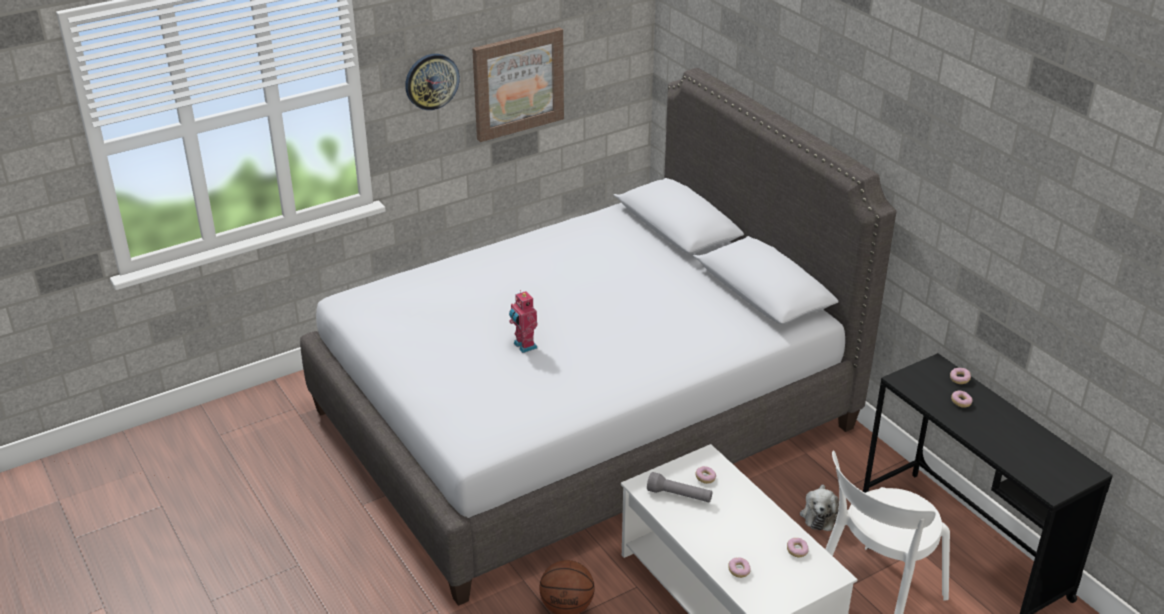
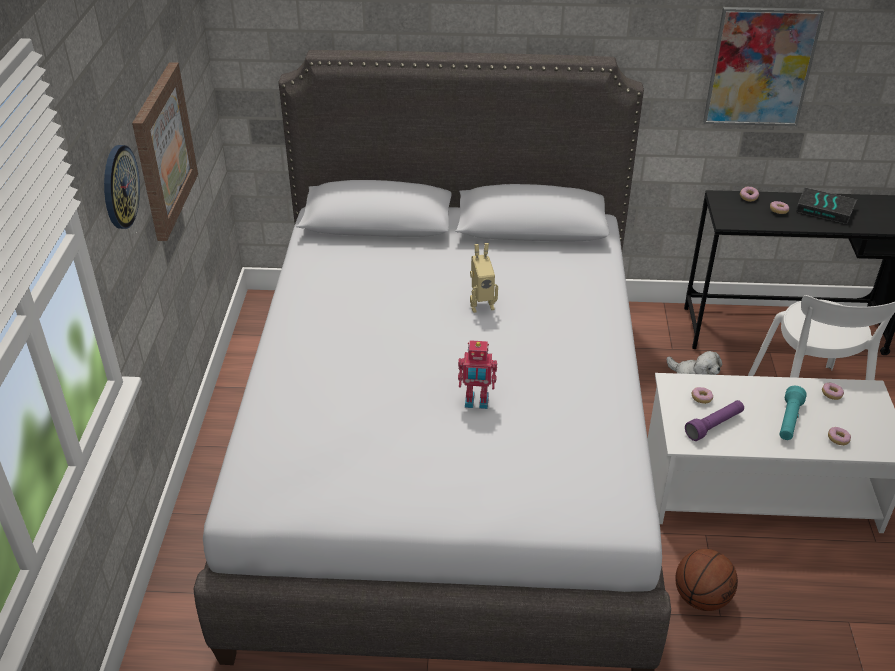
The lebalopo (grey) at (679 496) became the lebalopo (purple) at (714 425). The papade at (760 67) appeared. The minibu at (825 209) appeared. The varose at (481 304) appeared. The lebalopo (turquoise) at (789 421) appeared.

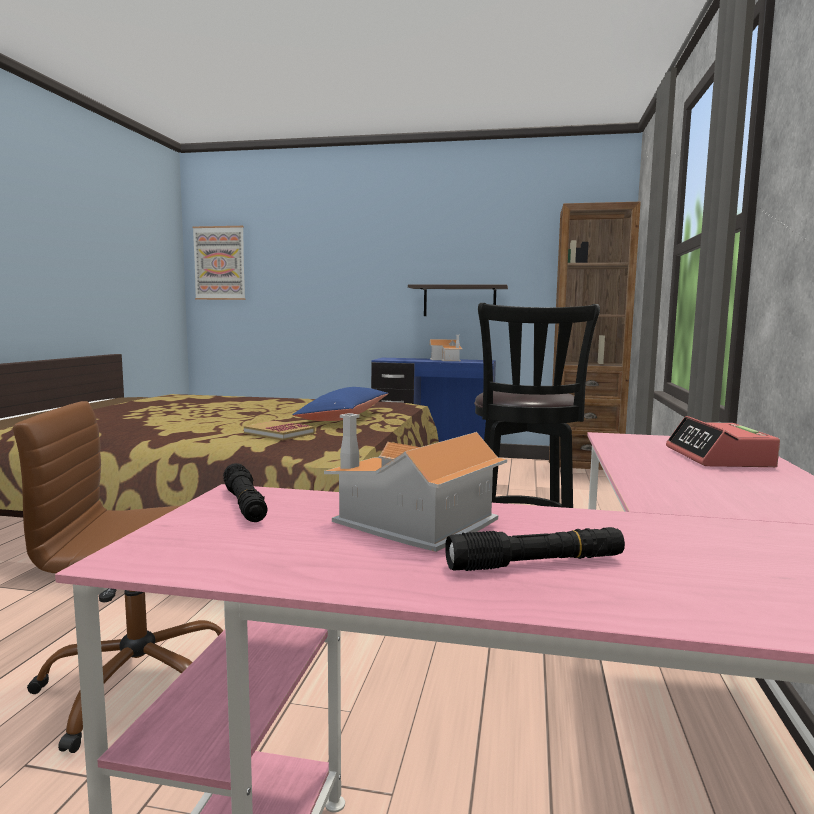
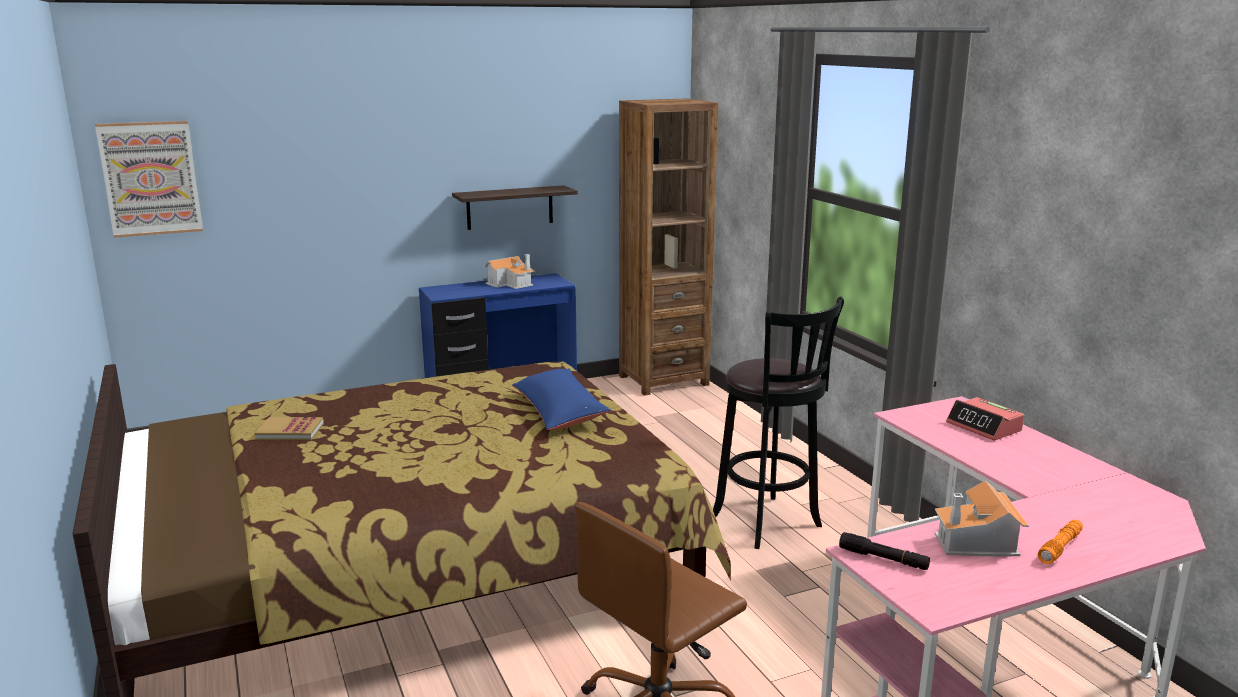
The minibu moved from (279 433) to (290 431). The lebalopo (black) at (536 563) became the lebalopo (orange) at (1060 547).

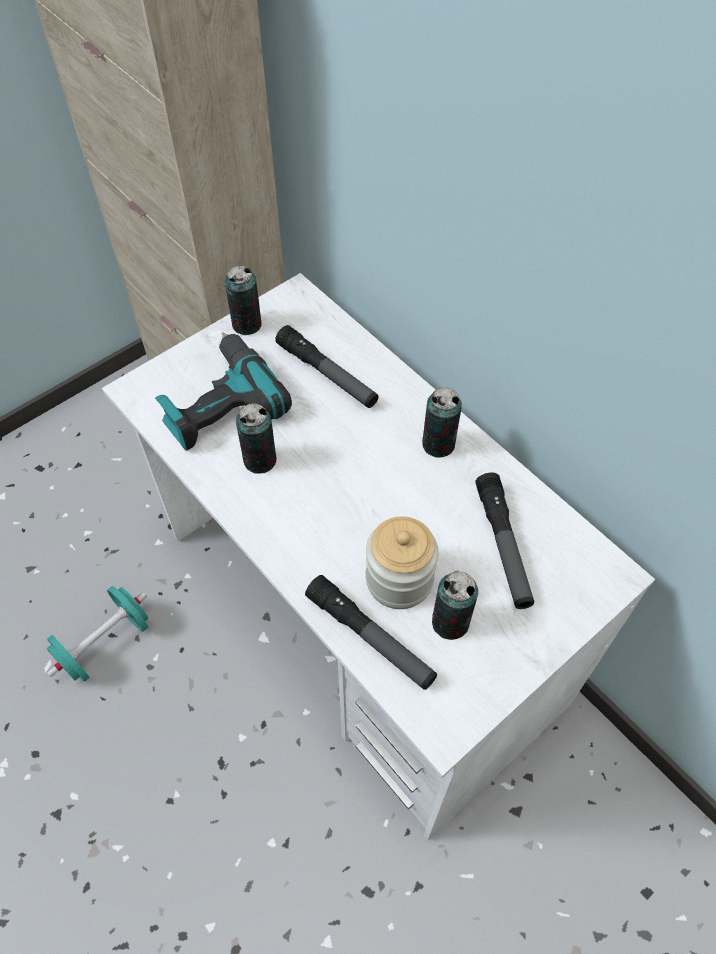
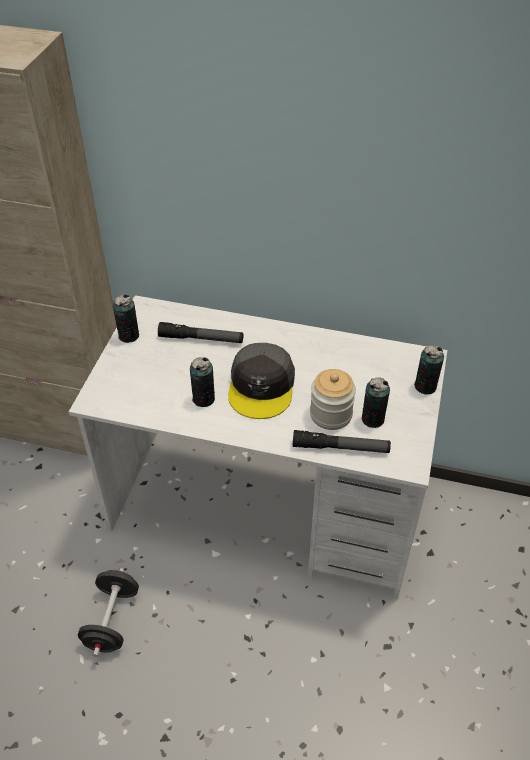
The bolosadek at (219 403) disappeared. The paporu moved from (438 444) to (425 386). The lebalopo at (503 545) disappeared. The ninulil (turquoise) at (105 644) became the ninulil (black) at (112 620). The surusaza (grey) at (262 386) appeared.

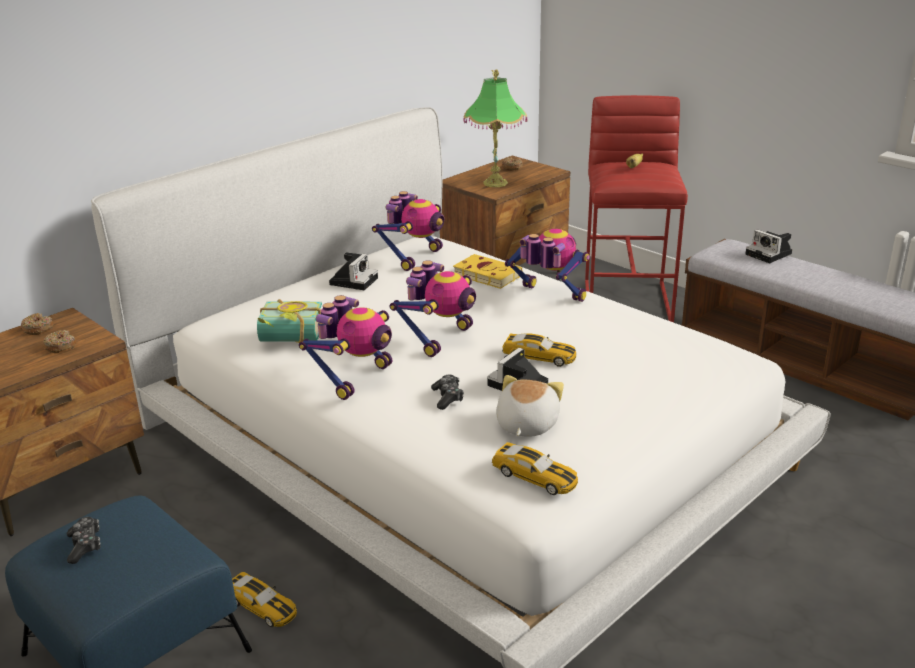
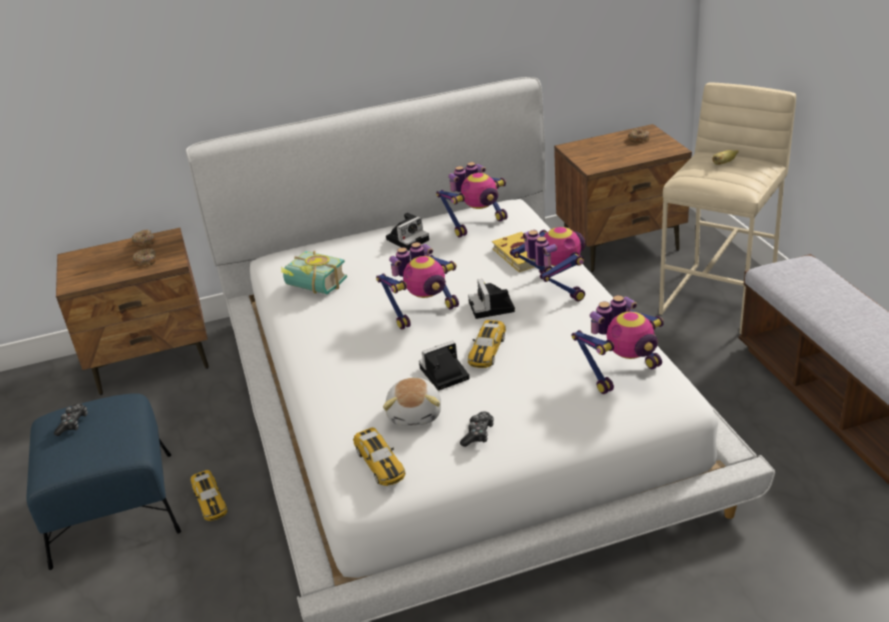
The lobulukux at (495 183) disappeared. The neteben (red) at (628 303) became the neteben (beige) at (719 297). The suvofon moved from (770 254) to (492 308). The varose moved from (356 378) to (622 373). The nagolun at (539 356) turned 60 degrees clockwise. The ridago moved from (447 397) to (478 434). The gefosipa at (525 425) turned 135 degrees clockwise.

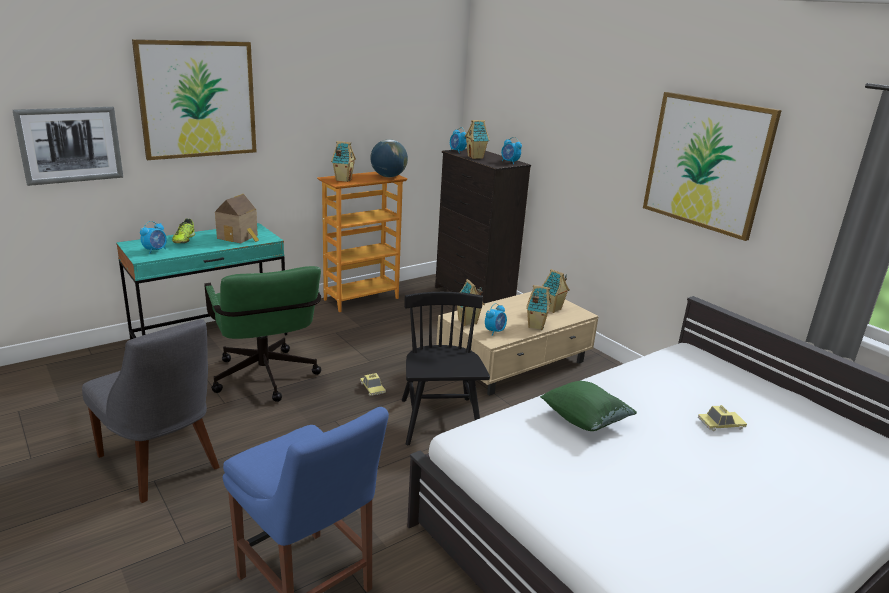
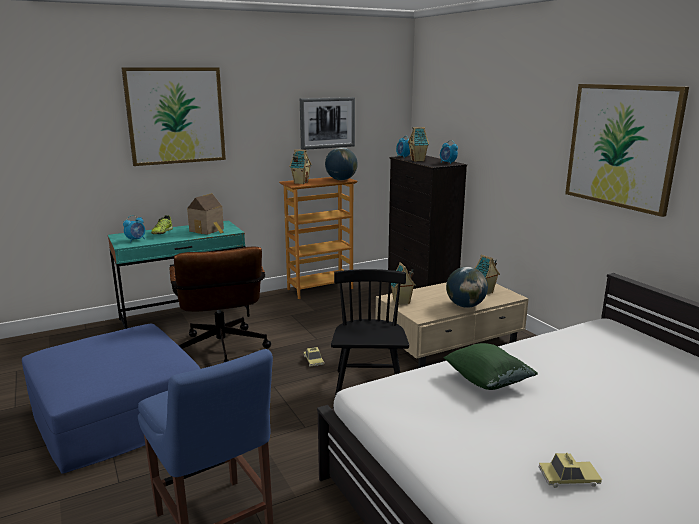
The papade moved from (70 145) to (327 123). The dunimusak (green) at (266 380) became the dunimusak (brown) at (222 352). The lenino at (535 325) was replaced by the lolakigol at (465 305). The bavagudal at (495 331) disappeared. The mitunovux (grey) at (161 464) was replaced by the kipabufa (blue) at (117 416). The nagolun moved from (721 424) to (568 478).

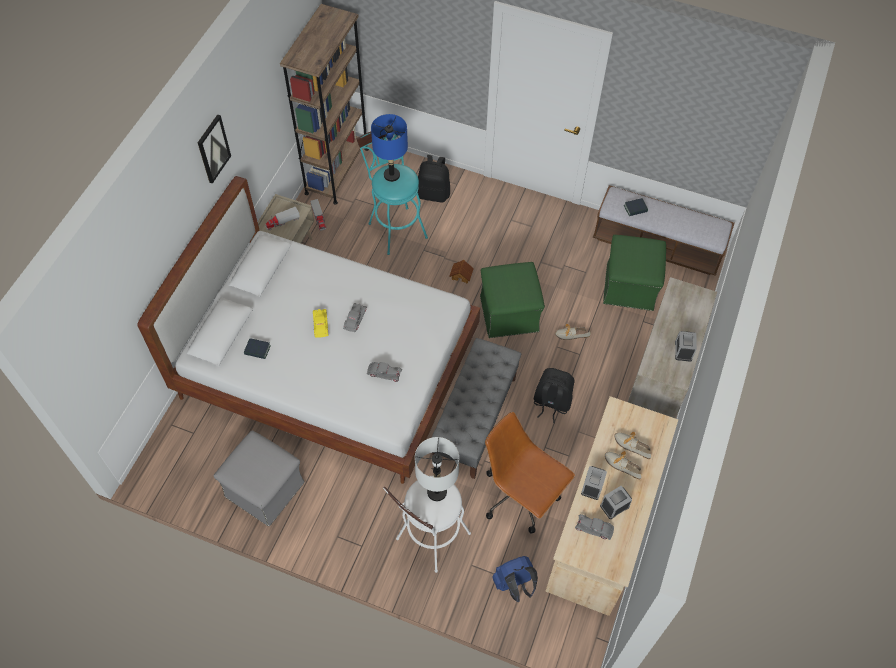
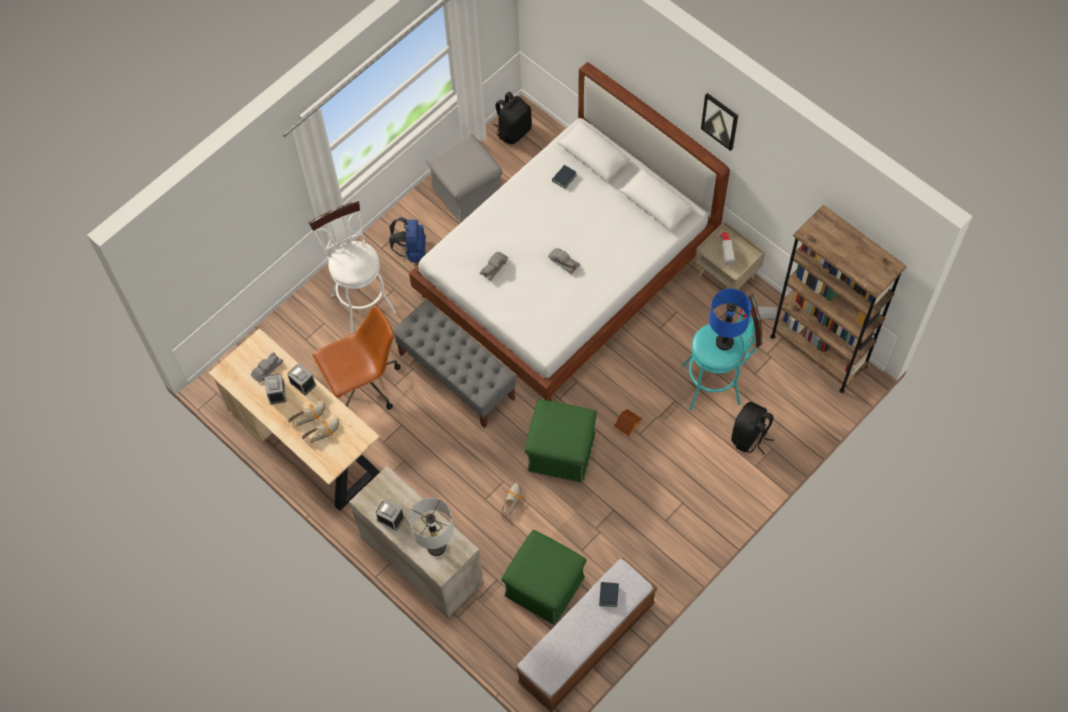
The nagolun (yellow) at (320 324) disappeared. The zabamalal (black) moved from (551 403) to (513 131). The lobulukux (grey) moved from (436 492) to (436 546). The zabamalal (blue) moved from (514 584) to (412 251).

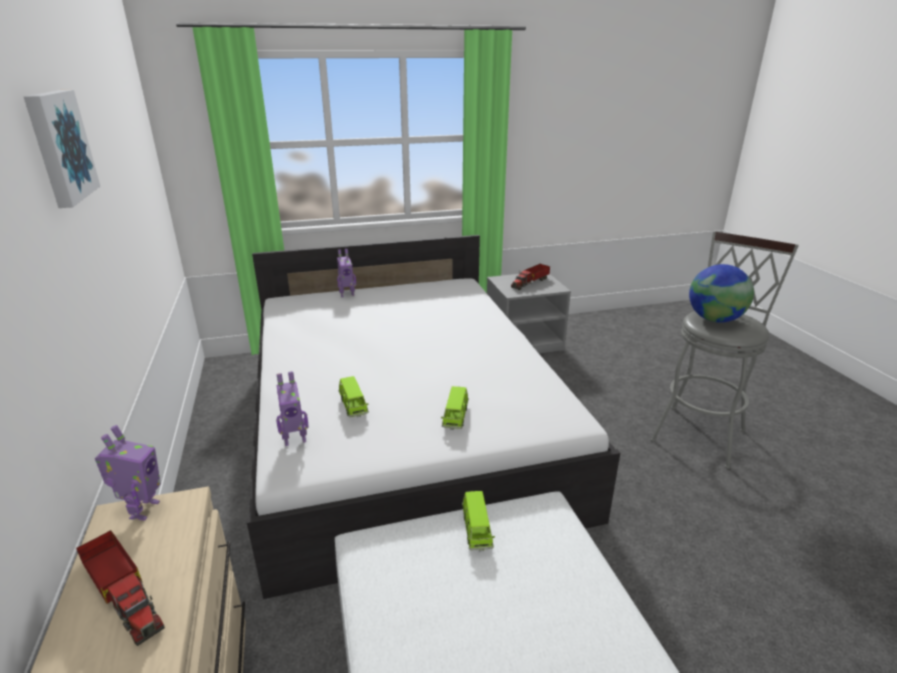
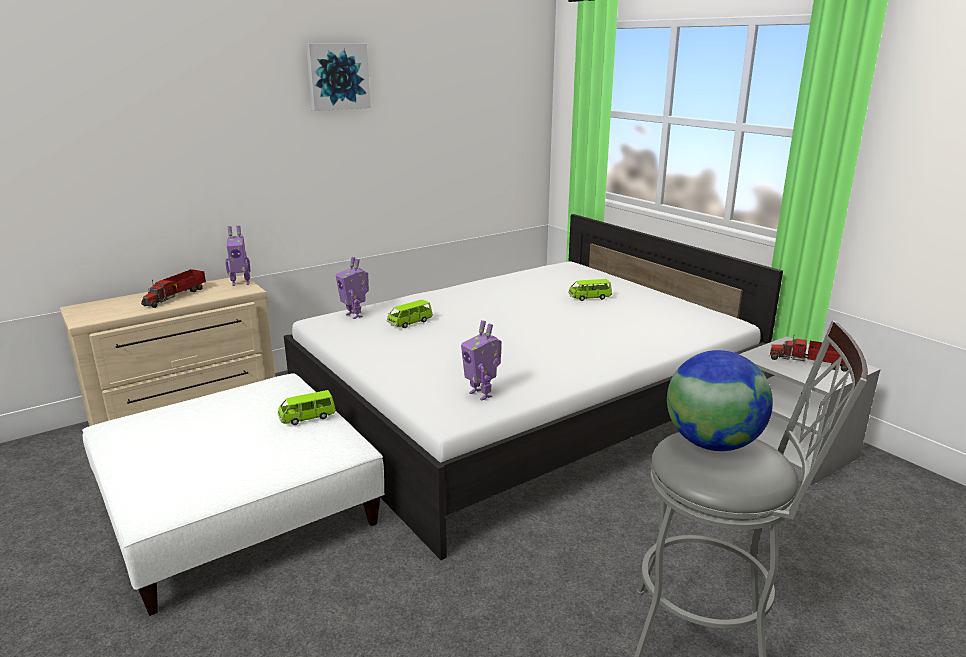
The varose moved from (347 294) to (481 394). The nagolun (green) moved from (455 417) to (589 297).

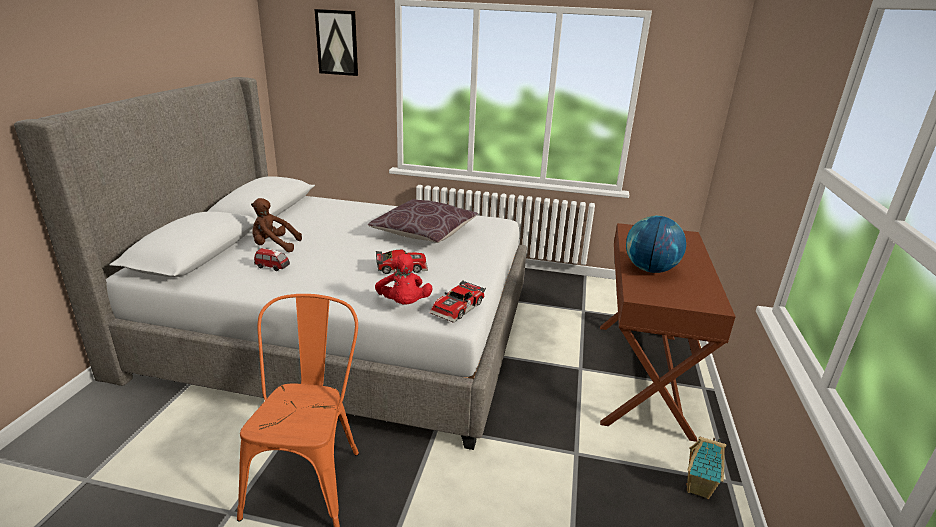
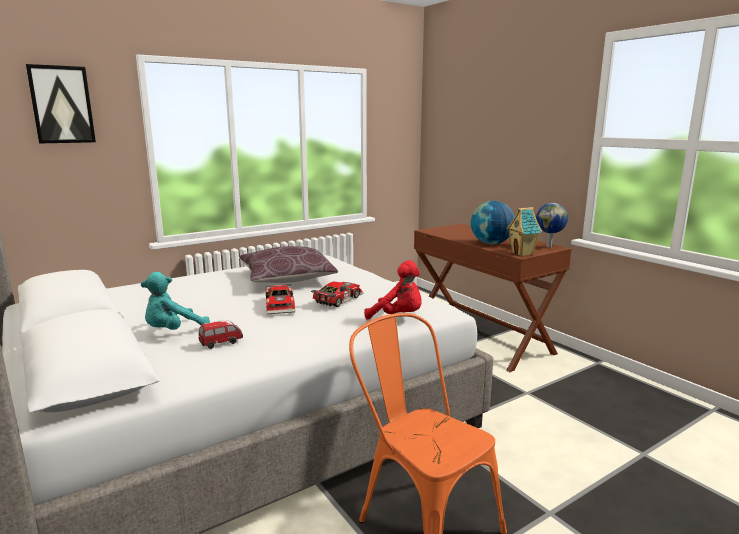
The gefosipa (brown) at (274 246) became the gefosipa (turquoise) at (174 331). The nagolun moved from (459 308) to (281 305). The lenino moved from (699 488) to (522 253). The lolakigol at (549 246) appeared.

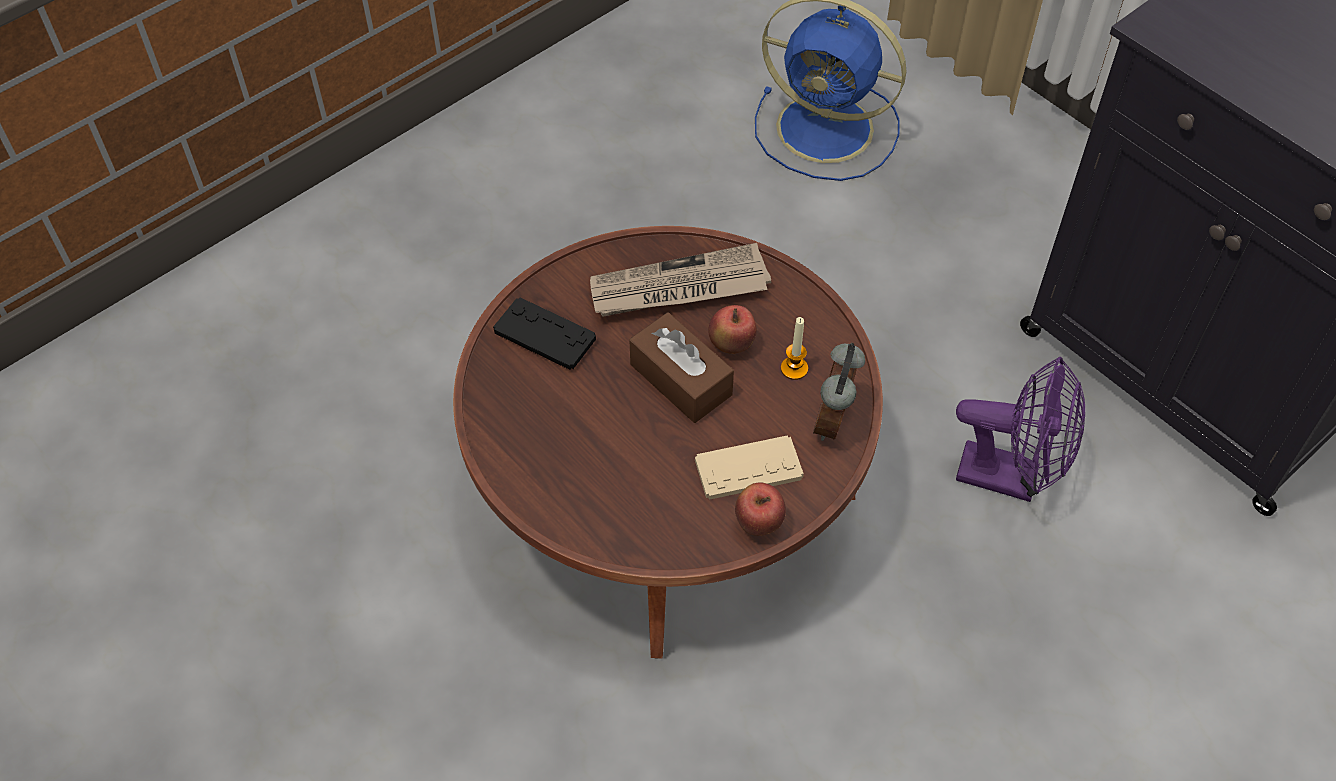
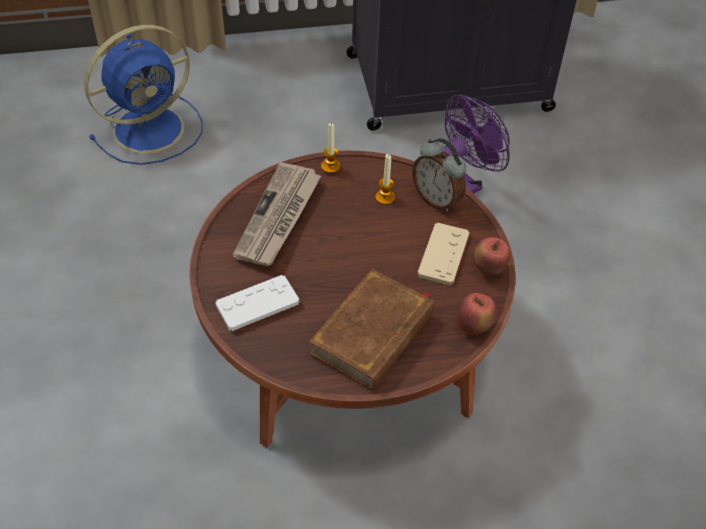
The ridago (black) at (544 335) became the ridago (white) at (257 304). The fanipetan moved from (731 345) to (474 326). The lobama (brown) at (681 379) disappeared. The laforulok at (330 166) appeared. The minibu (brown) at (373 333) appeared.

